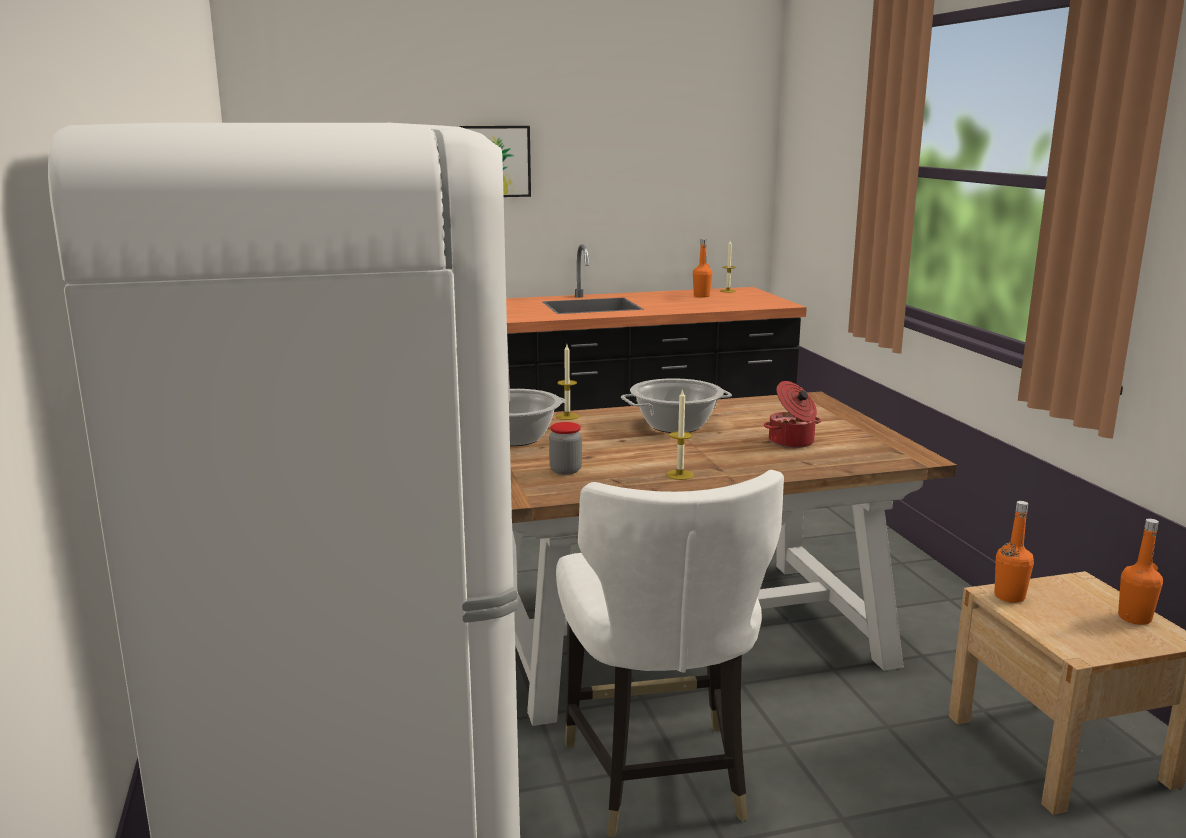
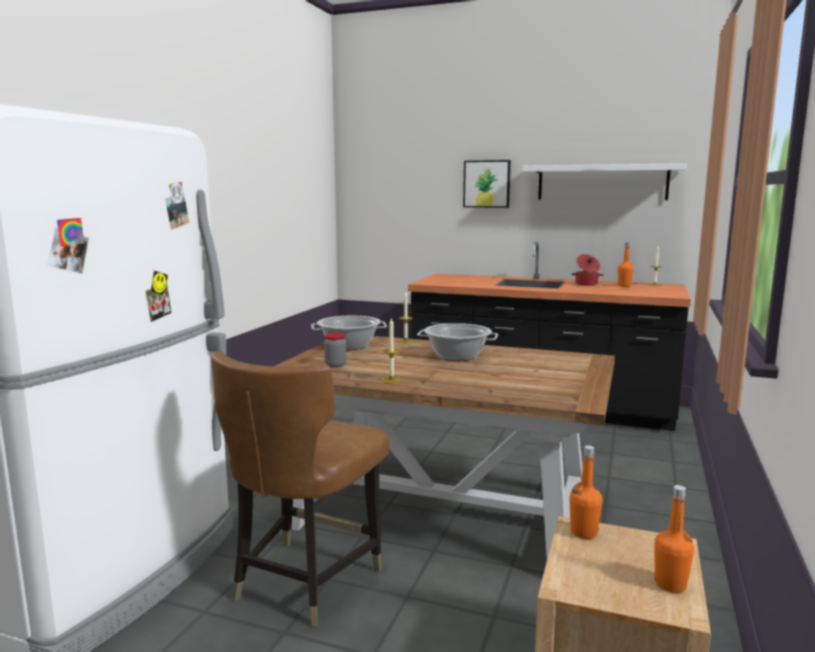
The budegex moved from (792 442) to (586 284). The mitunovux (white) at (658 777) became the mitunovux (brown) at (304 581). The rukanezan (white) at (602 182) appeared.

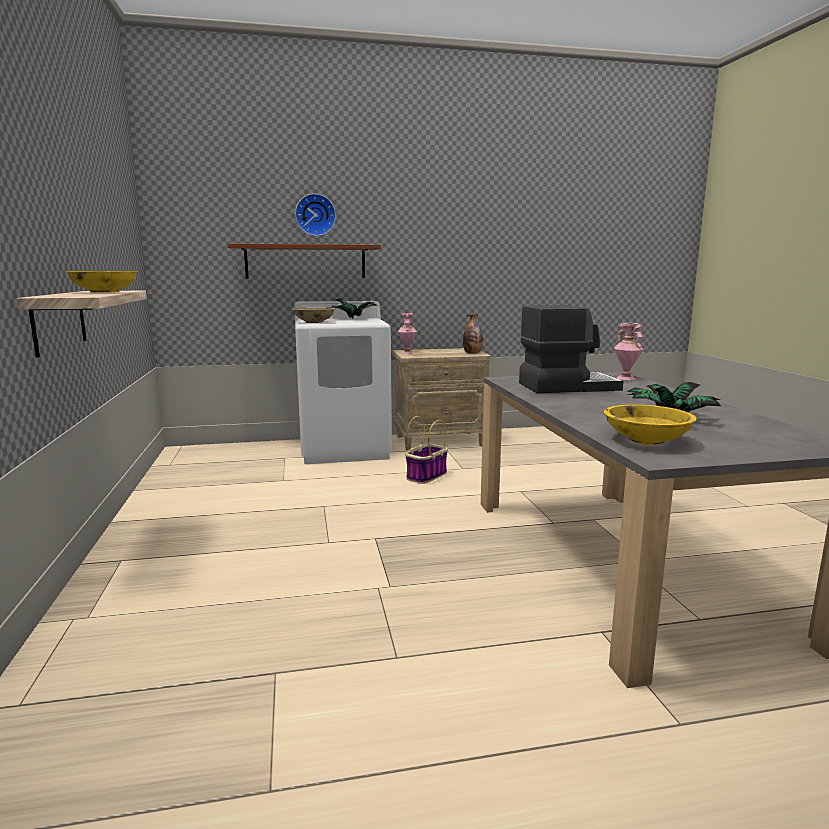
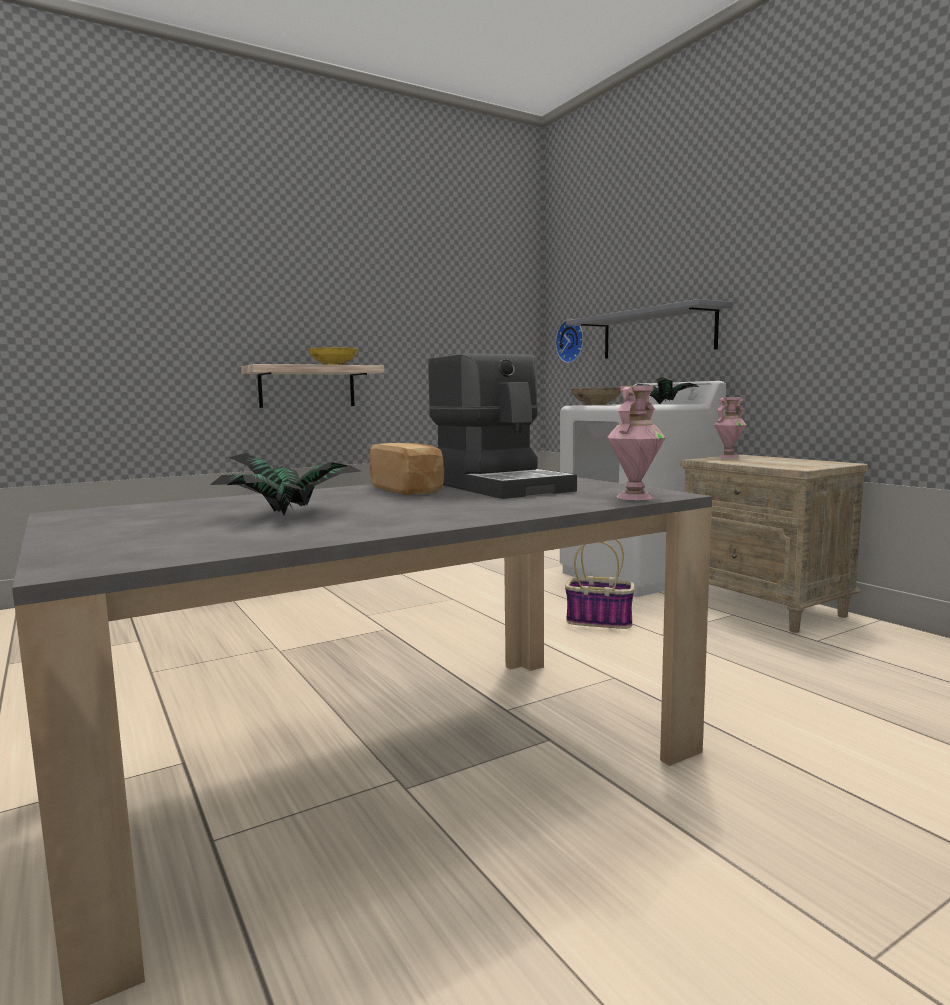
The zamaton moved from (315 215) to (572 341). The rukanezan (brown) at (305 262) became the rukanezan (grey) at (657 333). The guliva at (472 353) disappeared. The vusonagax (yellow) at (646 440) disappeared. The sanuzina at (408 489) appeared.

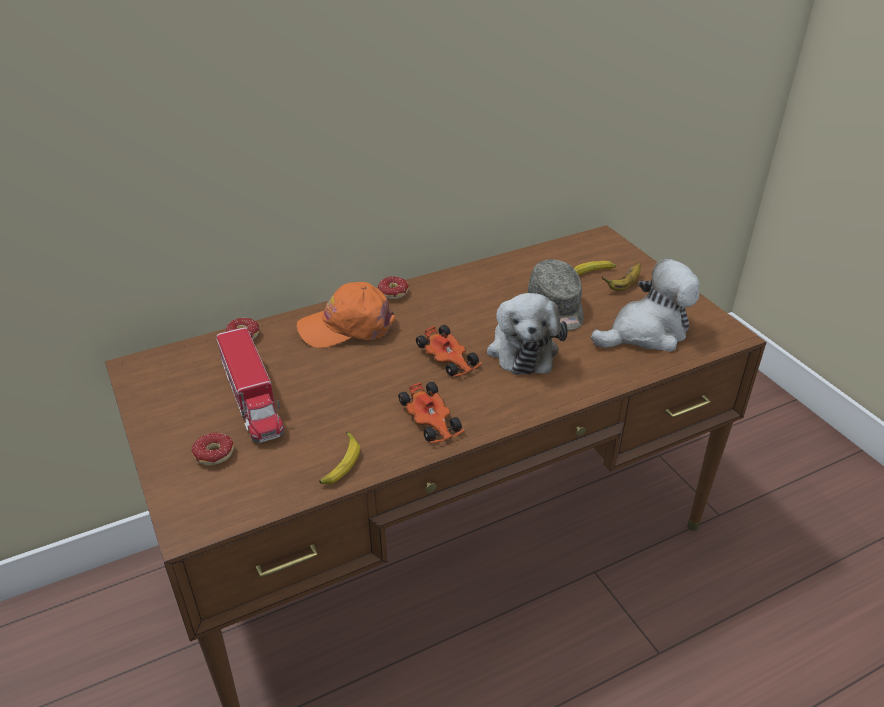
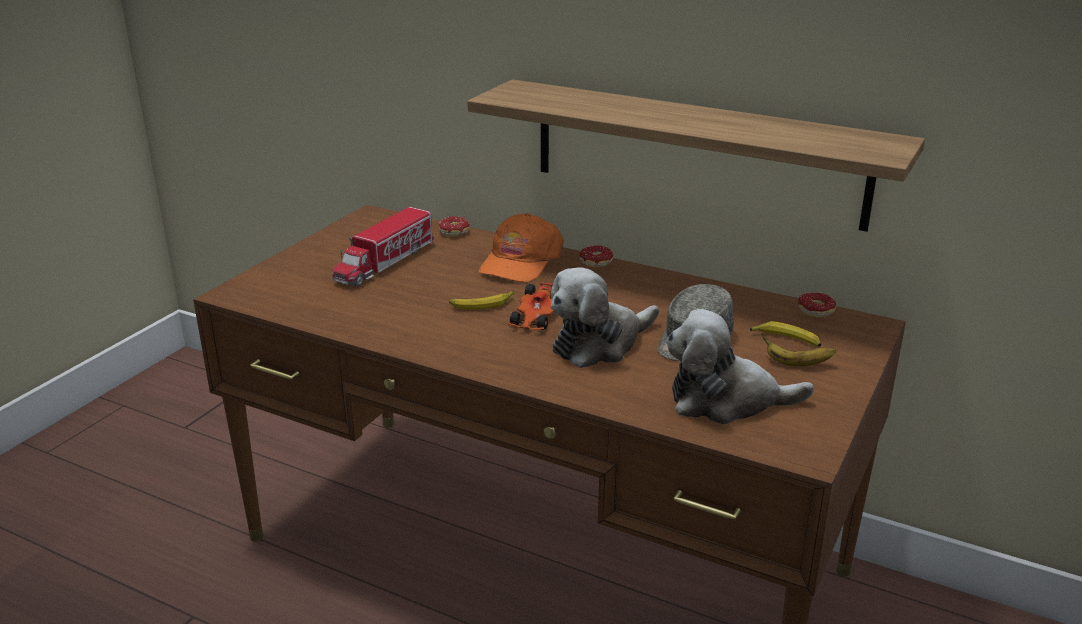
The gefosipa at (646 333) turned 150 degrees clockwise. The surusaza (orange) at (347 326) turned 105 degrees counterclockwise. The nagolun at (431 420) disappeared. The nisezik moved from (340 463) to (482 304). The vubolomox moved from (213 460) to (812 313). The rukanezan at (696 153) appeared.

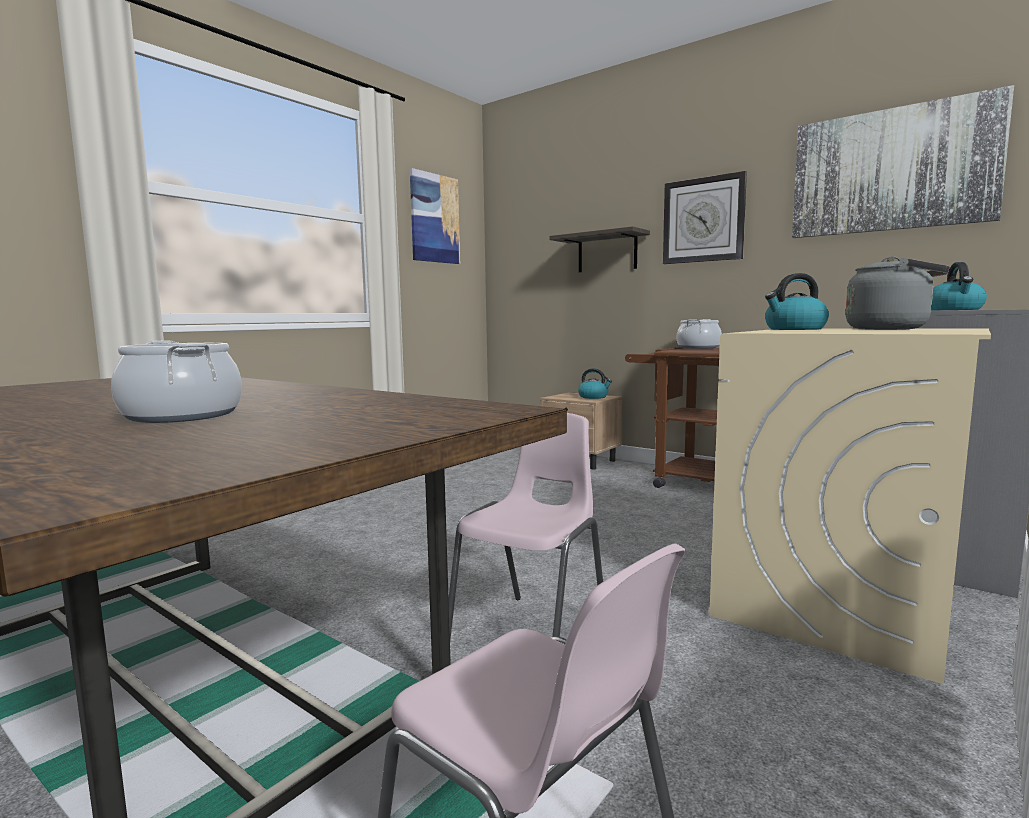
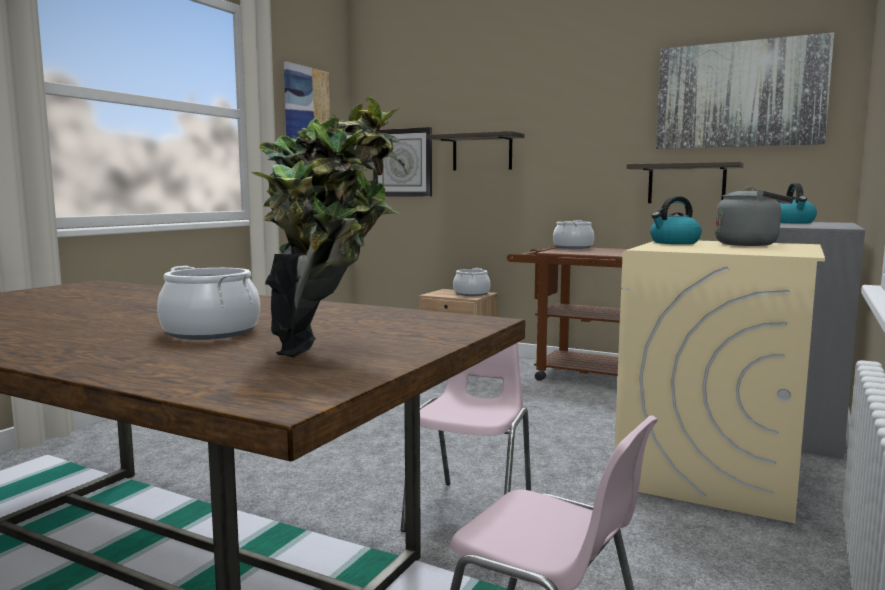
The zamaton moved from (703 220) to (403 162). The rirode at (594 397) was replaced by the budegex at (471 294). The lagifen at (330 347) appeared. The rukanezan at (686 183) appeared.

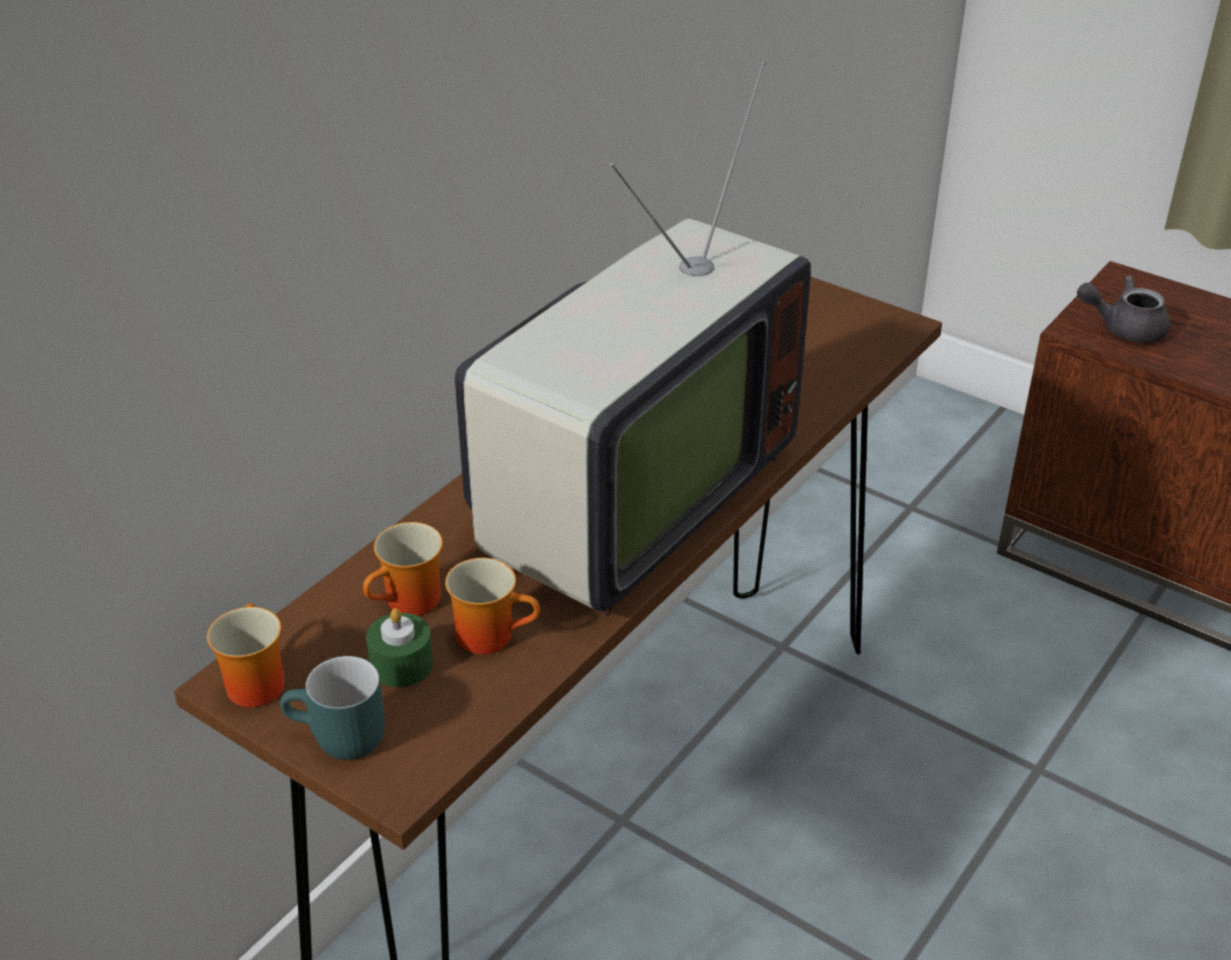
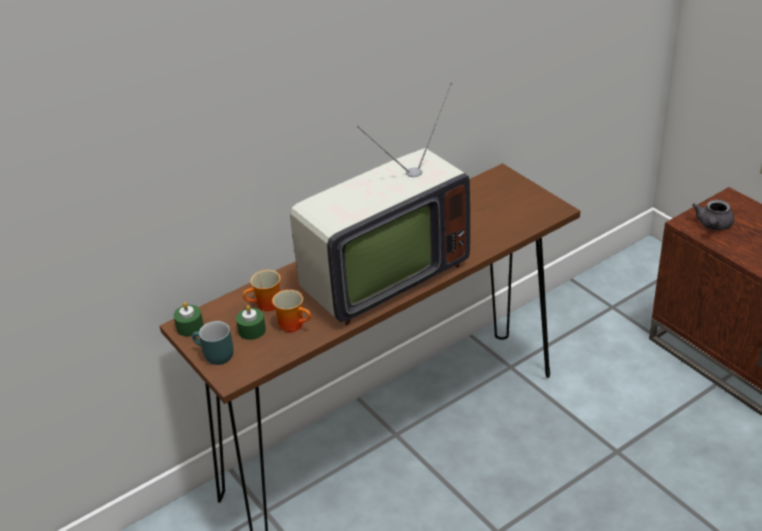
The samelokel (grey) at (1123 328) turned 90 degrees counterclockwise. The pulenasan at (251 682) was replaced by the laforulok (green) at (190 327).

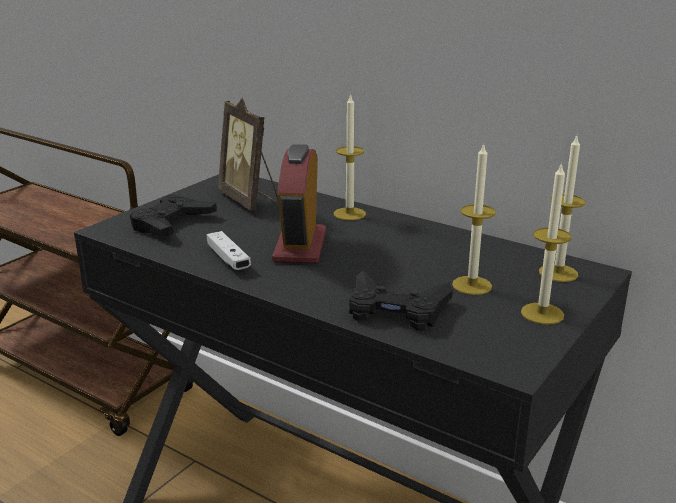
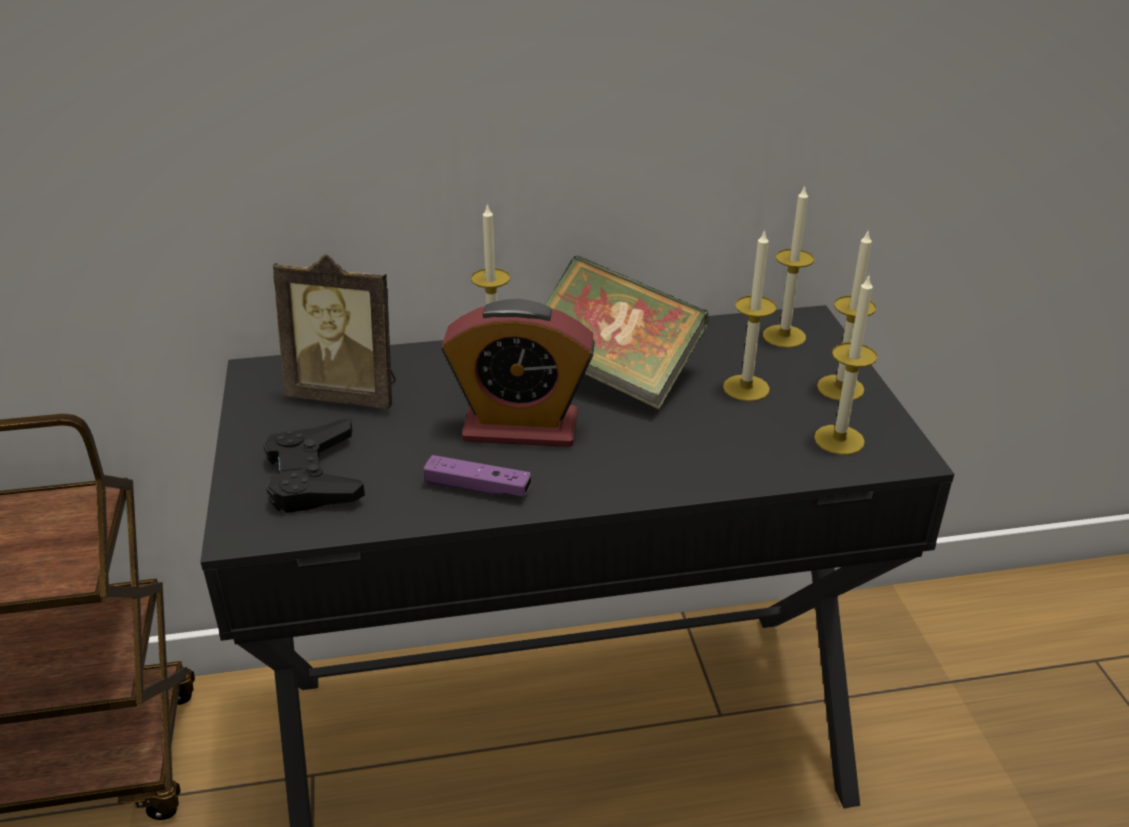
The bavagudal at (300 246) turned 45 degrees counterclockwise. The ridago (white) at (228 259) became the ridago (purple) at (477 487). The ridago (black) at (396 309) disappeared. The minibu at (615 373) appeared. The laforulok at (839 440) appeared.

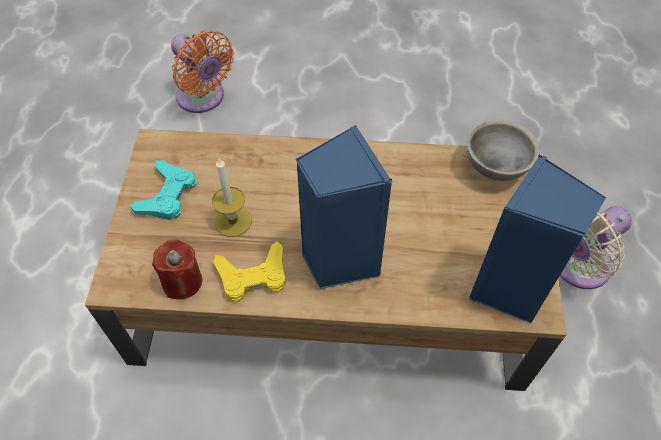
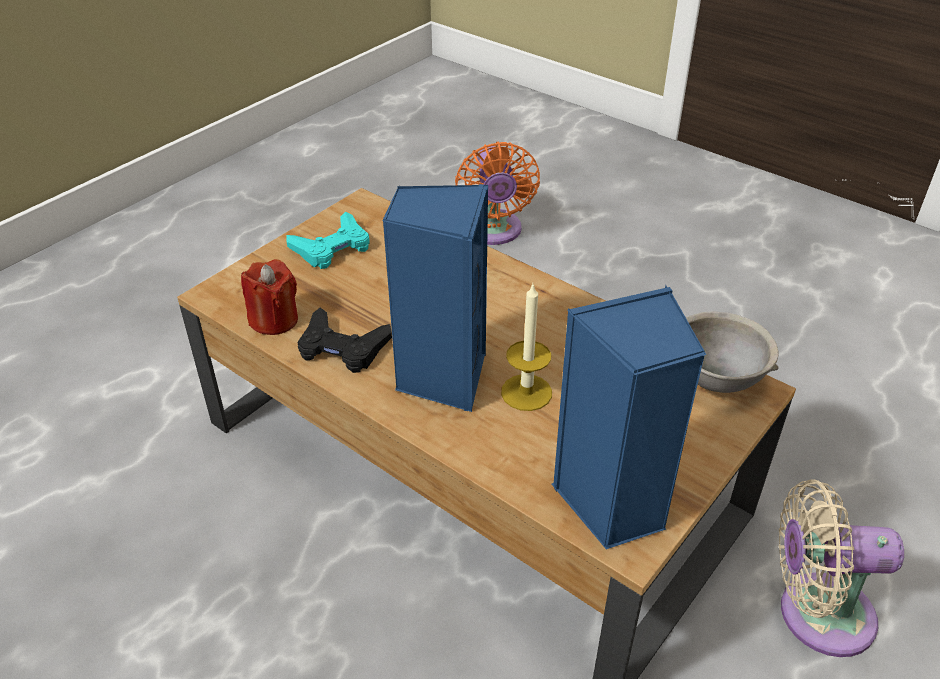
The laforulok moved from (233 221) to (526 392). The ridago (yellow) at (253 276) became the ridago (black) at (342 348).

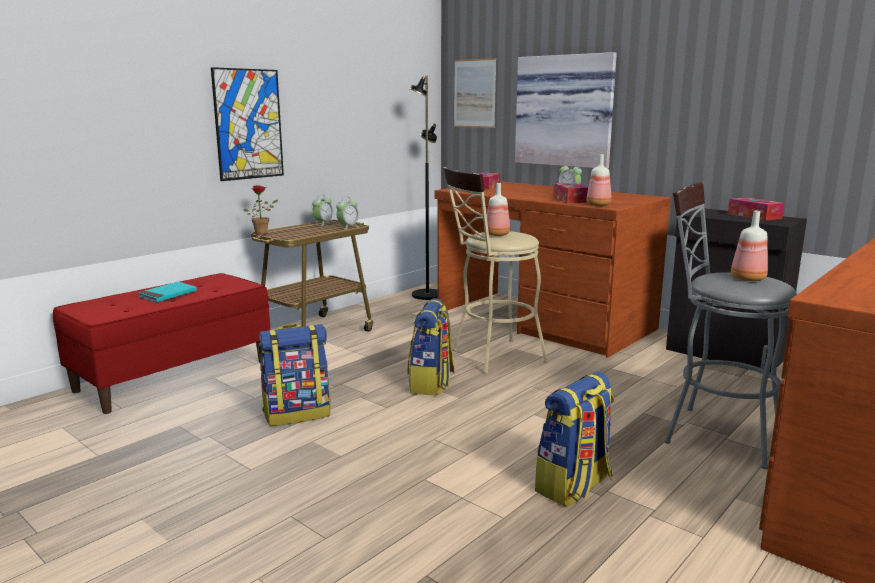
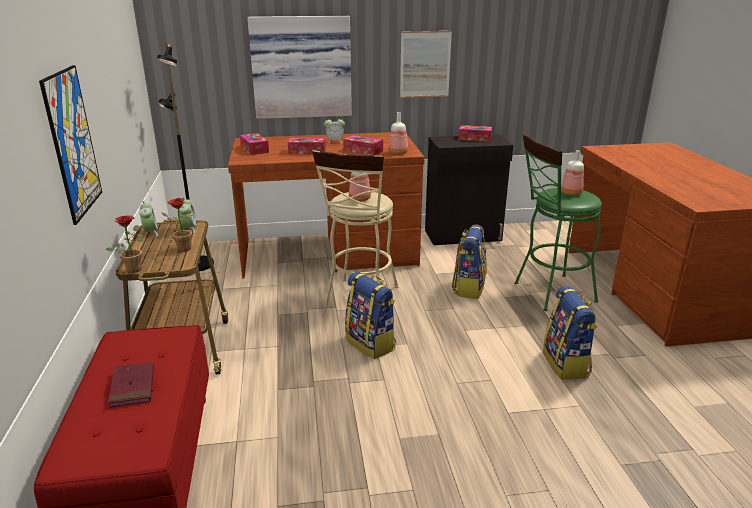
The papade moved from (474 93) to (425 64). The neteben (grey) at (712 433) became the neteben (green) at (548 293). The minibu (turquoise) at (168 295) became the minibu (red) at (133 386). The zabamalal moved from (297 414) to (468 287). The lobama at (307 151) appeared. The lagifen at (181 249) appeared.

